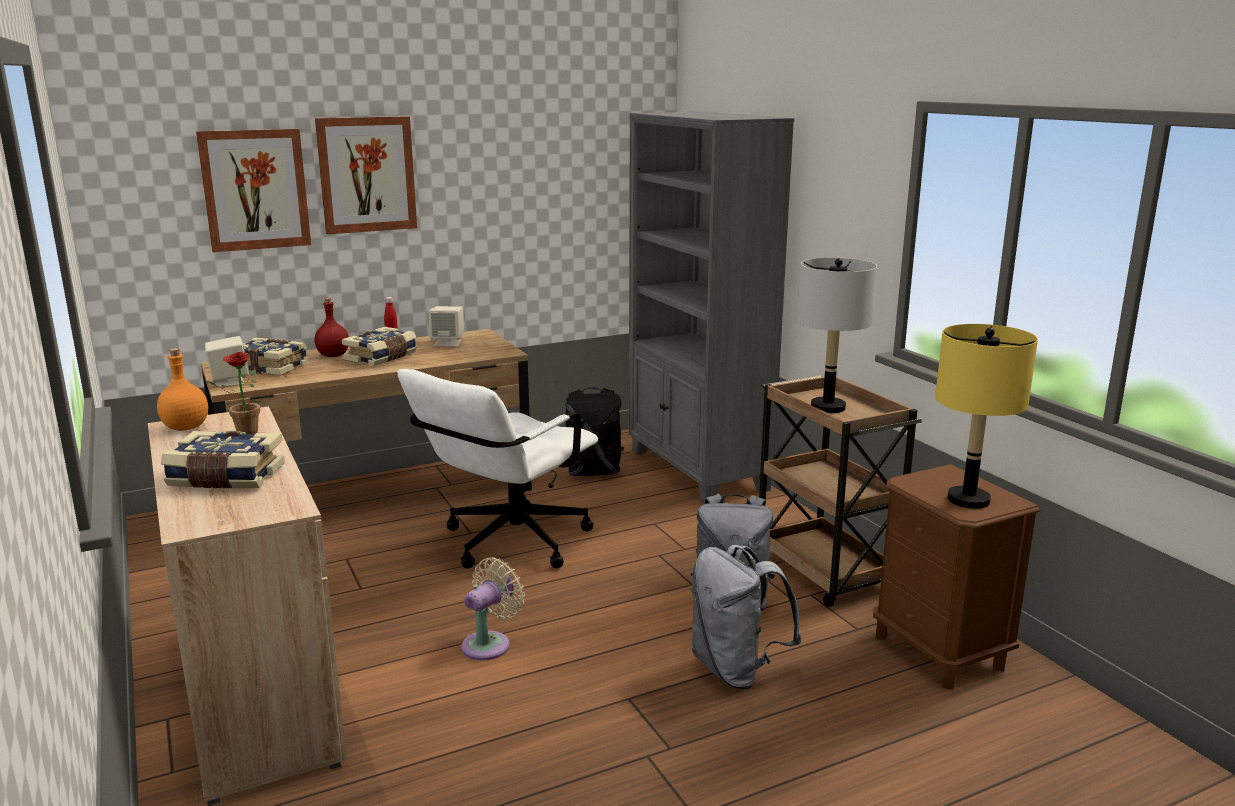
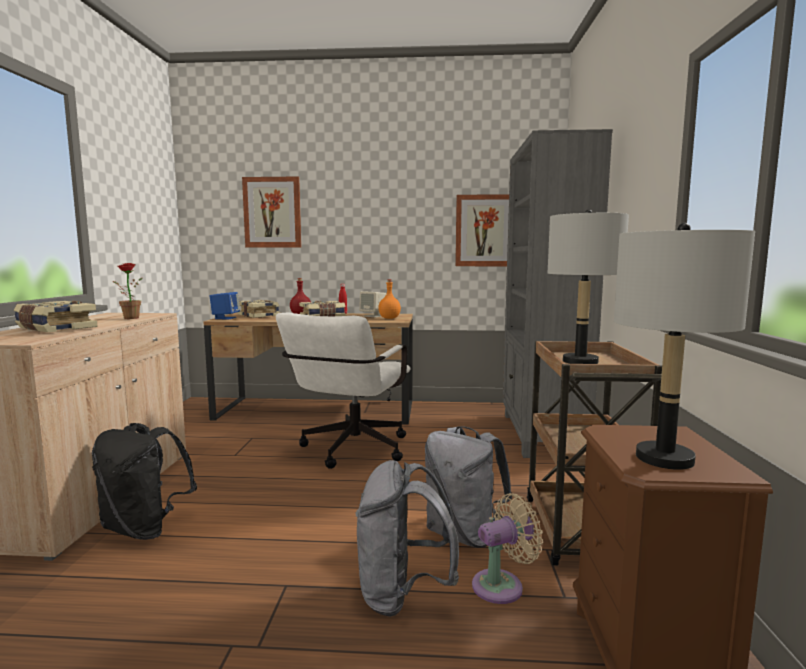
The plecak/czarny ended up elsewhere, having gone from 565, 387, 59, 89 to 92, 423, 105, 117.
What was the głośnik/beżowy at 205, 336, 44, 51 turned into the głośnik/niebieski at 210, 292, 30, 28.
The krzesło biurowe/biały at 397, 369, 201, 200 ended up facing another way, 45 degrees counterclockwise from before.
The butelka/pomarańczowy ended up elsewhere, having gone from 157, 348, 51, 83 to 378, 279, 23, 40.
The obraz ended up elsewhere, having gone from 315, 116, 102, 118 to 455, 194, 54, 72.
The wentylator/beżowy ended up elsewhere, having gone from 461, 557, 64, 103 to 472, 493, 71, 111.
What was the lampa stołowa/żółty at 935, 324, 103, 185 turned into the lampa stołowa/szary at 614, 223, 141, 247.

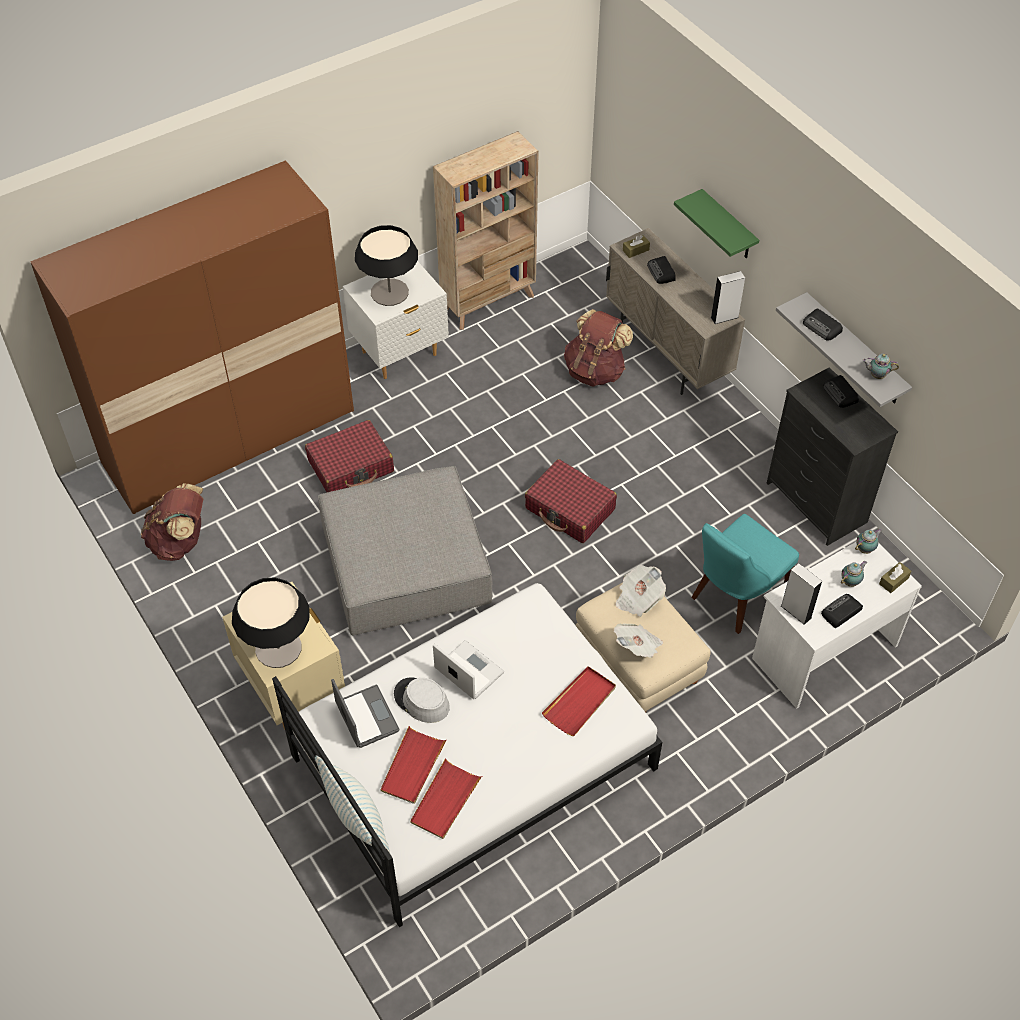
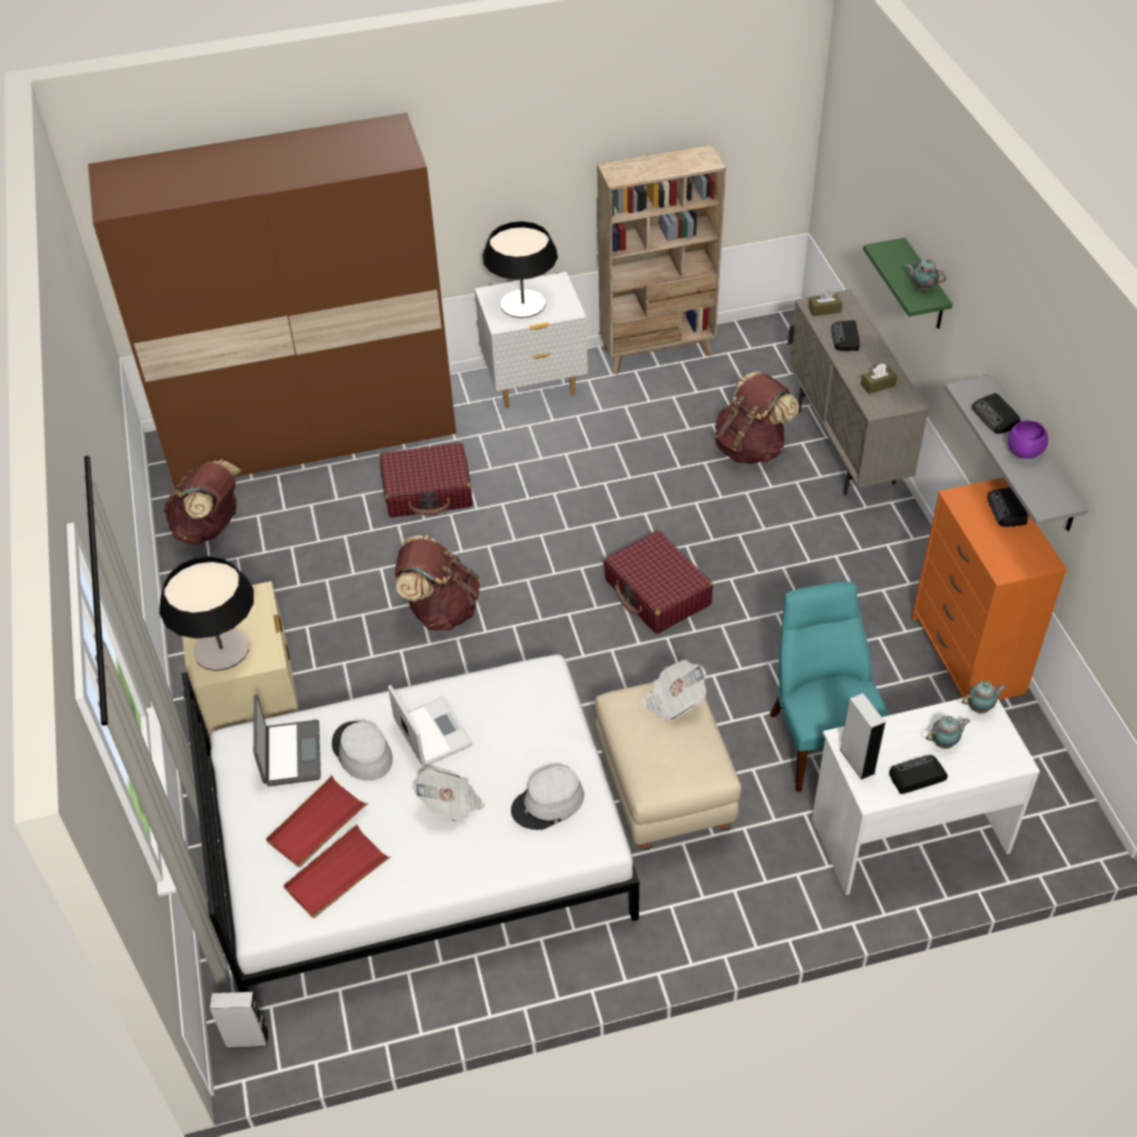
The głośnik/szary ended up elsewhere, having gone from 711, 271, 34, 53 to 210, 992, 59, 56.
Where the pufa/szary stood at 318, 466, 174, 169, the plecak/brązowy came to stand at 395, 535, 85, 96.
The gazeta ended up elsewhere, having gone from 614, 624, 49, 34 to 413, 768, 72, 53.
Where the taca/czerwony stood at 542, 666, 74, 70, the kapelusz/szary came to stand at 511, 766, 73, 64.
The krzesło/turkusowy at 691, 514, 108, 120 ended up facing another way, 105 degrees clockwise from before.
The pudełko chusteczek/brązowy ended up elsewhere, having gone from 879, 562, 33, 31 to 861, 364, 36, 30.
The imbryk ended up elsewhere, having gone from 862, 354, 37, 25 to 905, 258, 41, 33.
What was the komoda/czarny at 767, 367, 131, 179 turned into the komoda/pomarańczowy at 912, 477, 155, 223.
The second view gained the miska/fioletowy at 1008, 420, 40, 39.
The second view lost the poduszka at 315, 756, 75, 97.

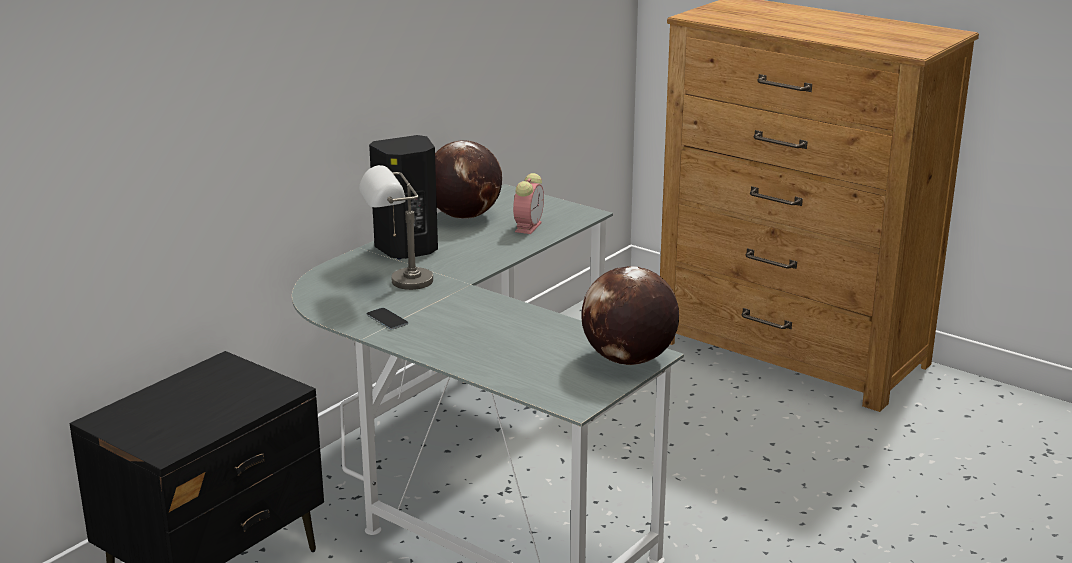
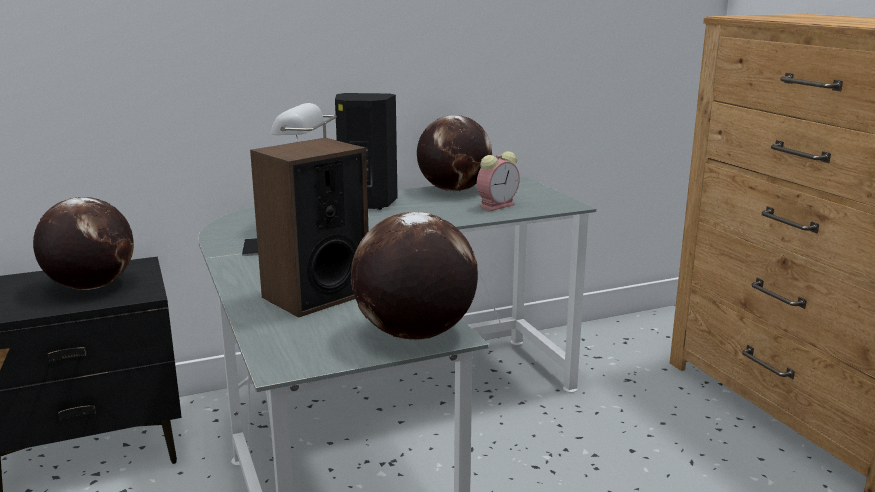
The second view gained the globus at 33, 197, 101, 93.
The second view gained the głośnik at 250, 138, 119, 180.

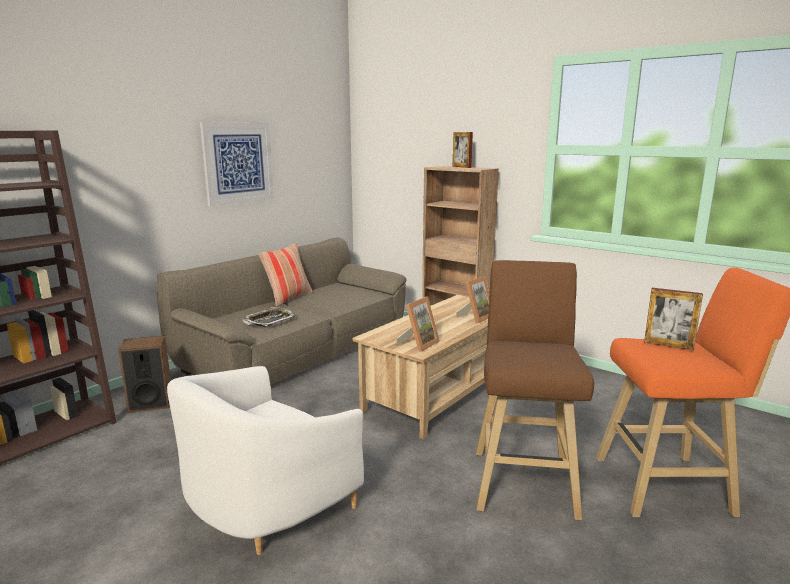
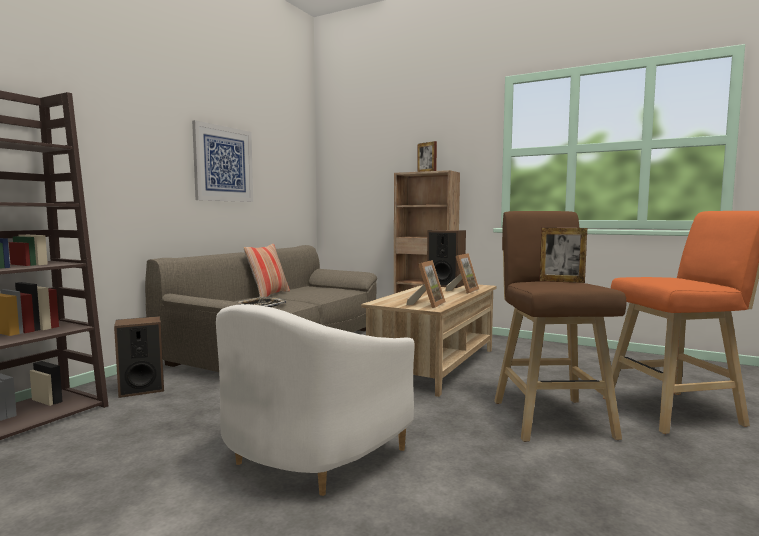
The second view gained the głośnik at 427, 230, 39, 58.
The ramka na zdjęcie ended up elsewhere, having gone from 644, 288, 59, 62 to 539, 228, 48, 55.

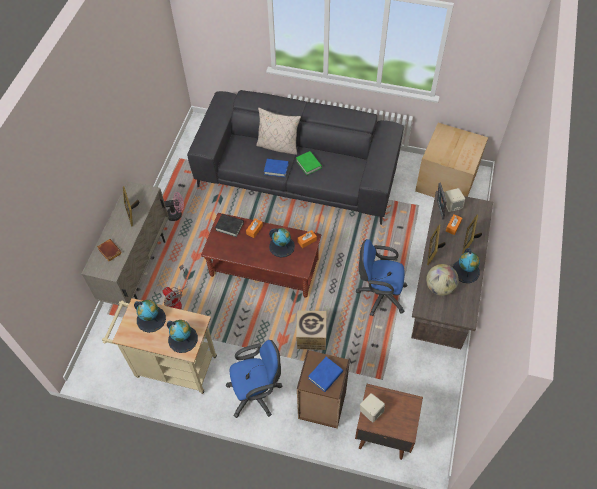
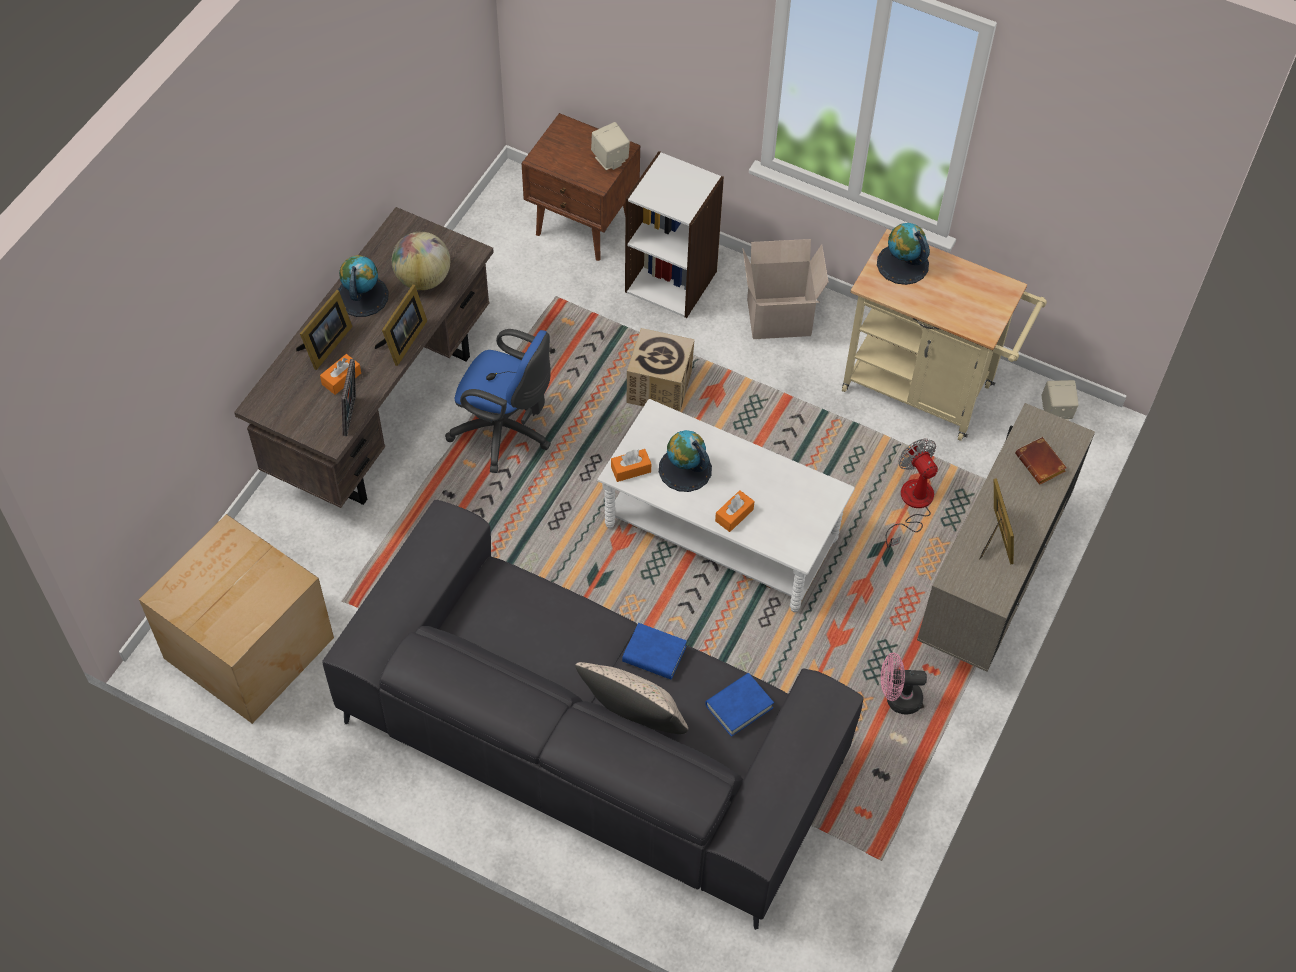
What was the ława/brązowy at 201, 213, 120, 85 turned into the ława/biały at 597, 399, 258, 213.
What was the regał/brązowy at 297, 350, 53, 79 turned into the regał/biały at 625, 151, 99, 167.
The książka/niebieski ended up elsewhere, having gone from 308, 357, 35, 35 to 705, 673, 69, 64.
Where the krzesło biurowe/niebieski stood at 226, 340, 56, 78, the karton came to stand at 743, 239, 85, 100.
The głośnik/beżowy ended up elsewhere, having gone from 445, 188, 20, 24 to 1041, 380, 38, 40.
The second view lost the globus at 134, 300, 32, 33.
The second view lost the książka/czarny at 215, 214, 29, 23.
The second view lost the książka/zielony at 296, 151, 26, 24.

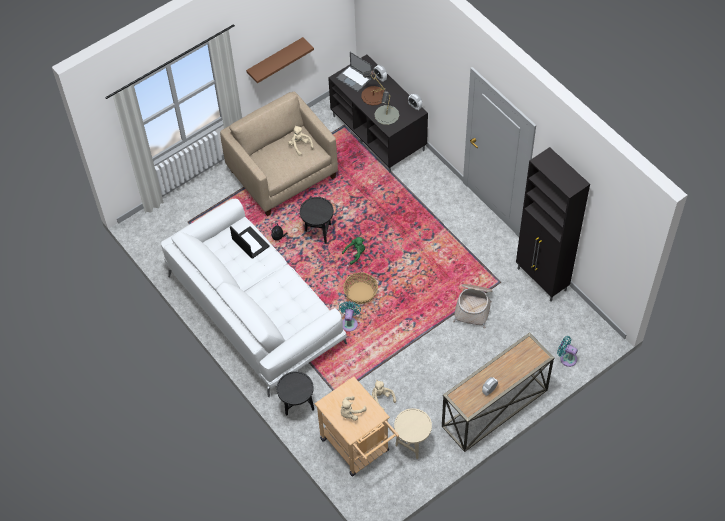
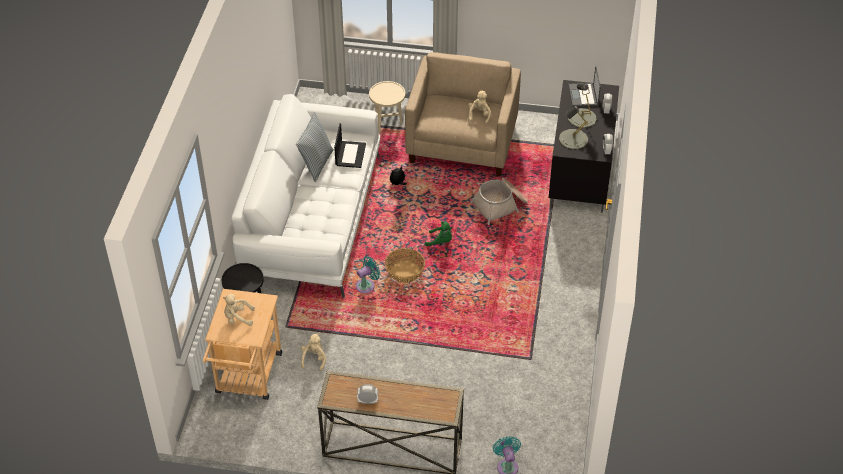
The second view gained the poduszka at 296, 112, 38, 70.
The stolik/beżowy ended up elsewhere, having gone from 394, 408, 38, 51 to 369, 81, 36, 52.
The koszyk ended up elsewhere, having gone from 453, 284, 39, 45 to 470, 177, 57, 48.
What was the lampa stołowa/brązowy at 361, 70, 24, 36 turned into the lampa stołowa/szary at 568, 83, 29, 45.
The second view lost the półka/brązowy at 246, 37, 68, 46.
The second view lost the stolik/czarny at 300, 197, 34, 46.
The second view lost the szafka/czarny at 516, 147, 74, 155.

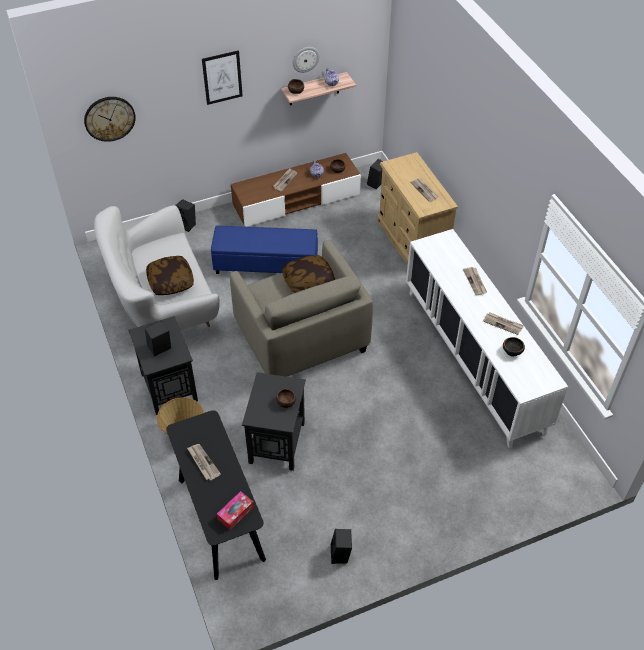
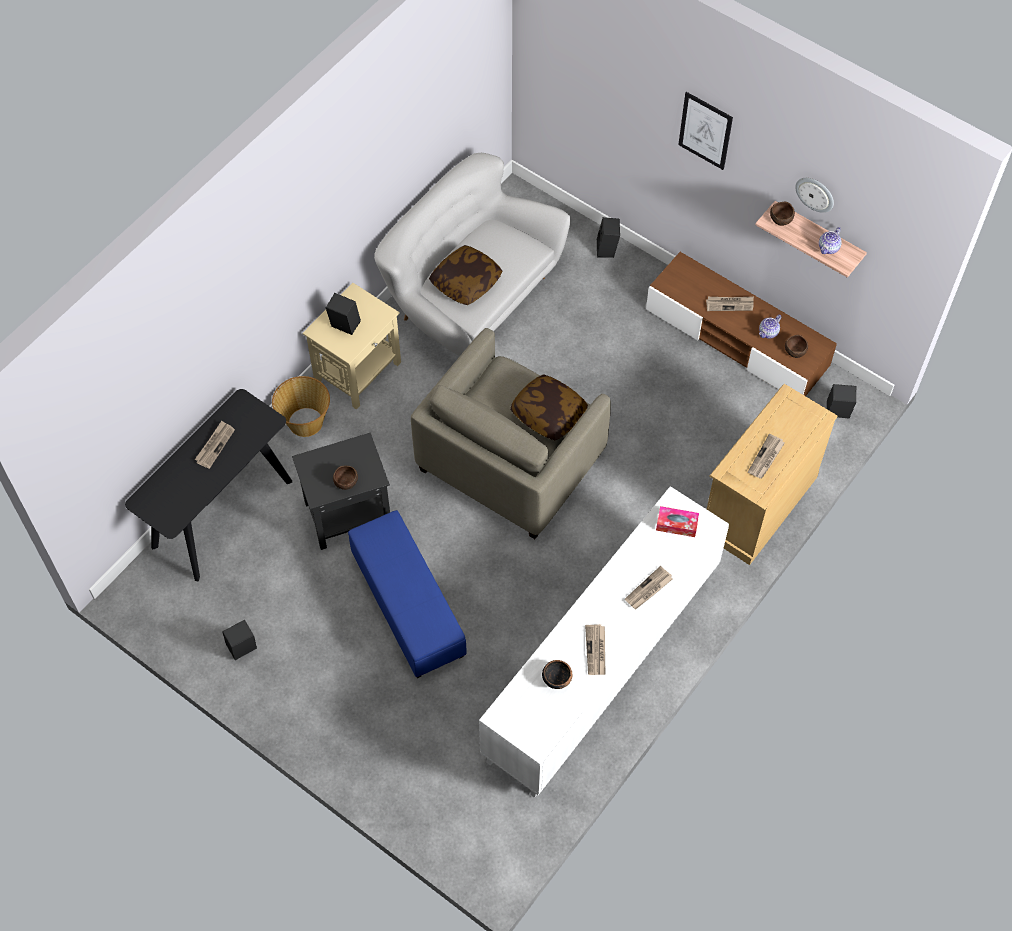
What was the stolik/czarny at 128, 316, 70, 99 turned into the stolik/beżowy at 302, 283, 99, 126.
The pufa/niebieski ended up elsewhere, having gone from 211, 225, 107, 49 to 348, 510, 119, 168.
The pudełko chusteczek ended up elsewhere, having gone from 217, 491, 37, 39 to 656, 506, 43, 31.
The second view lost the zegar ścienny at 84, 97, 52, 45.

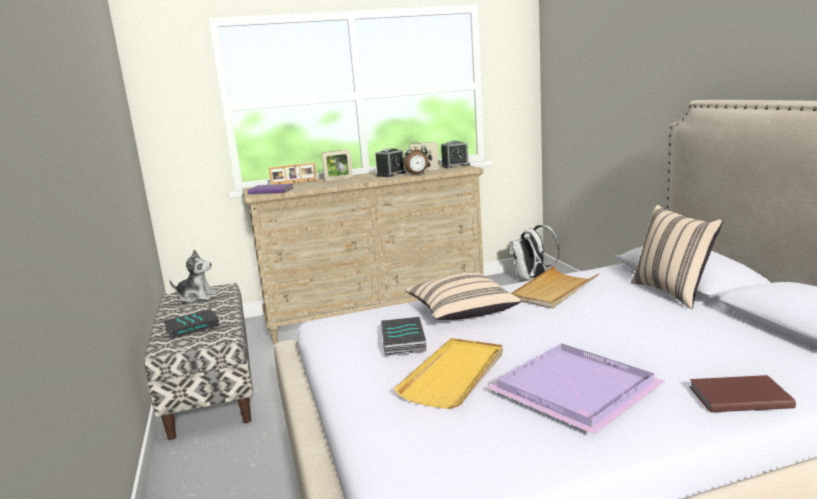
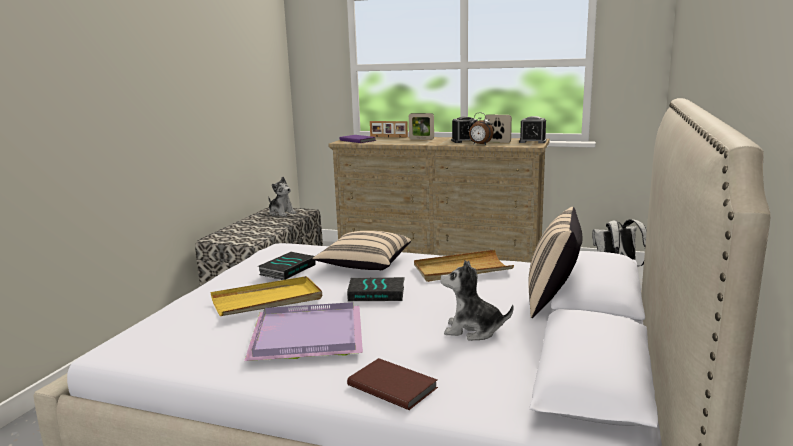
The książka ended up elsewhere, having gone from 163, 309, 56, 30 to 347, 277, 58, 24.
The second view gained the pluszak at 440, 260, 74, 81.

